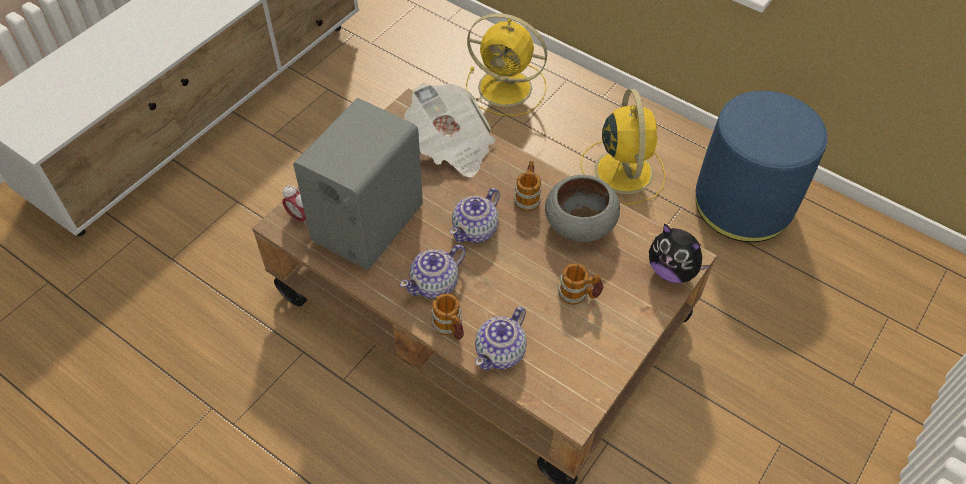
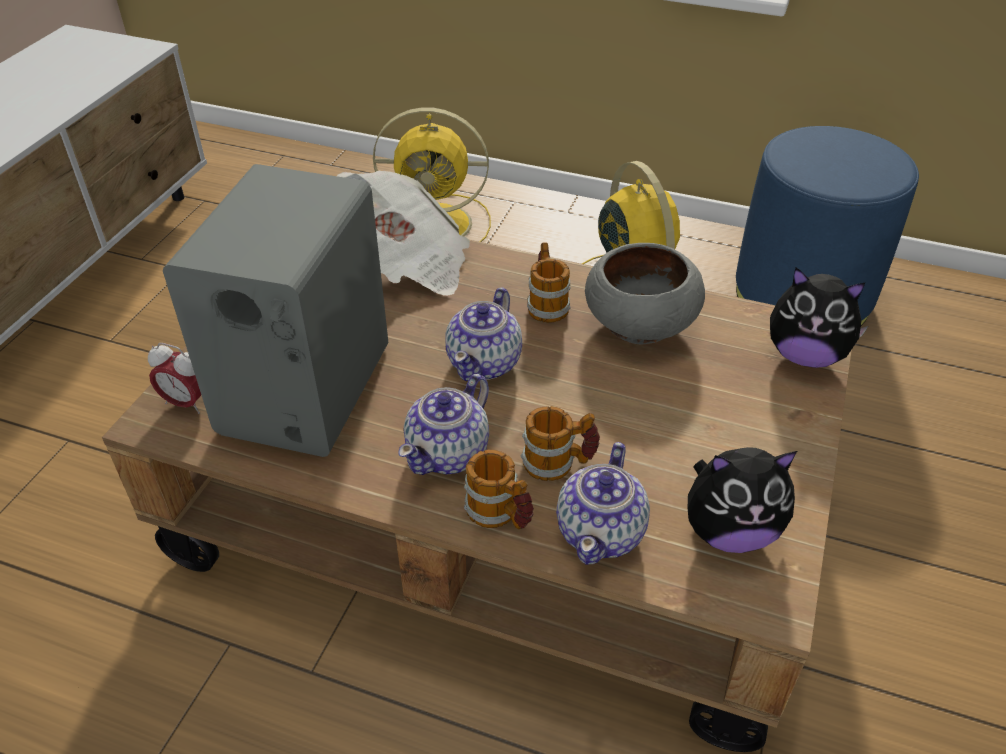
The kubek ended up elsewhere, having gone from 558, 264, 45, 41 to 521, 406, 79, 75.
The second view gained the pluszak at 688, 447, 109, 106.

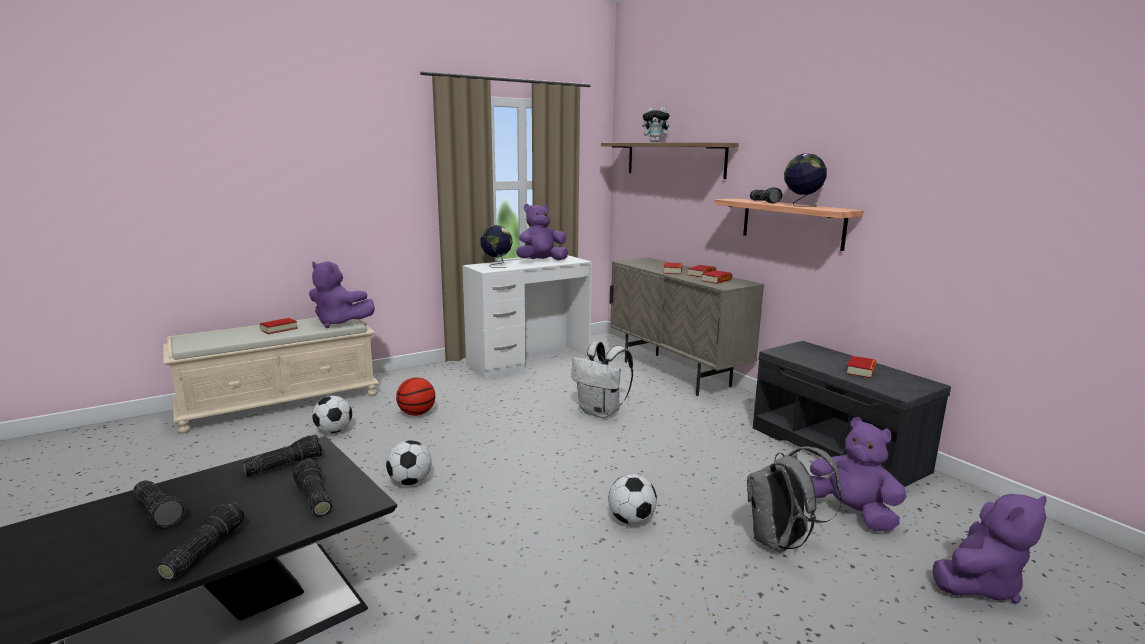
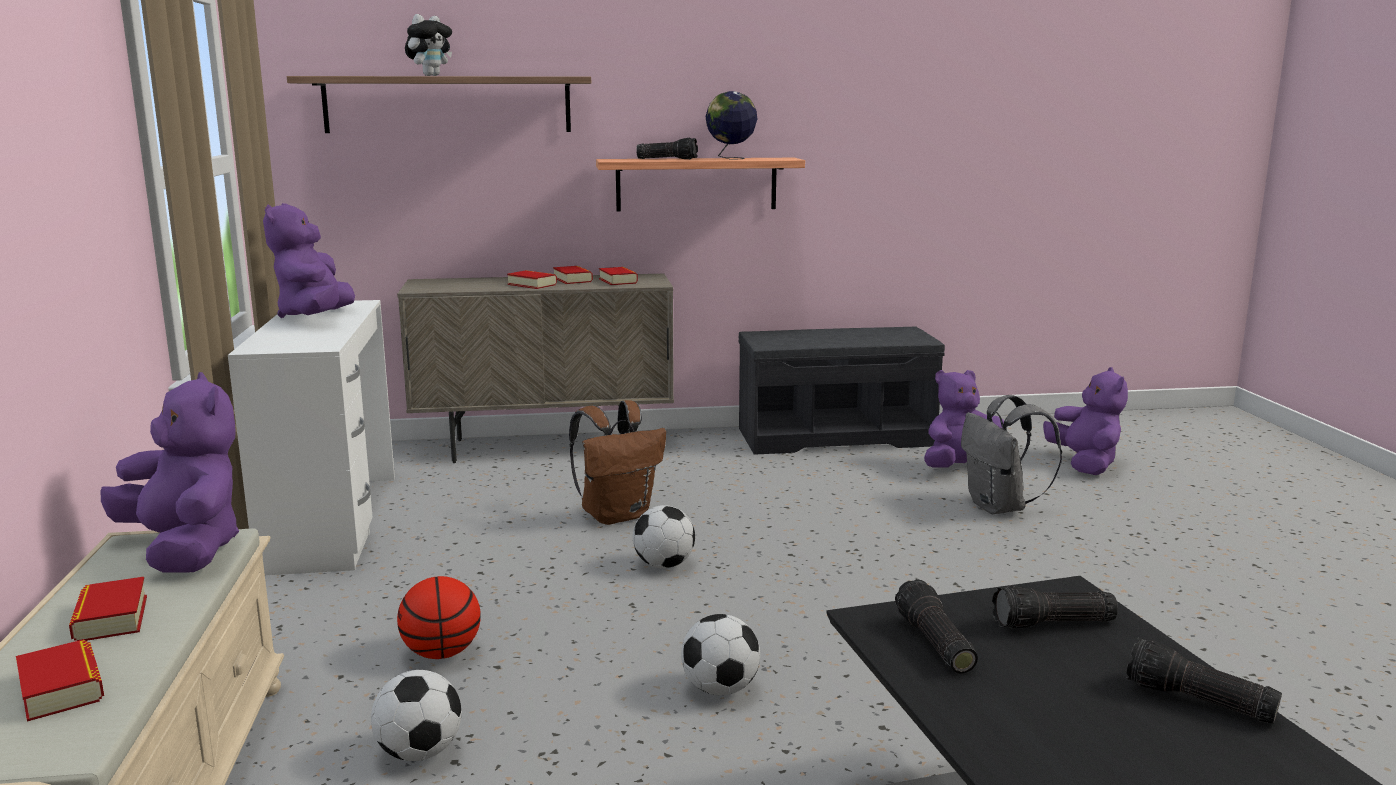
The książka ended up elsewhere, having gone from 846, 356, 31, 22 to 16, 639, 88, 83.
The pluszak/fioletowy at 309, 261, 66, 67 ended up facing another way, 90 degrees counterclockwise from before.
What was the plecak/biały at 571, 341, 62, 77 turned into the plecak/brązowy at 569, 400, 97, 125.
The piłka futbolowa ended up elsewhere, having gone from 608, 474, 49, 51 to 633, 505, 62, 63.
The second view lost the latarka at 133, 480, 52, 47.
The second view lost the globus at 480, 225, 33, 43.

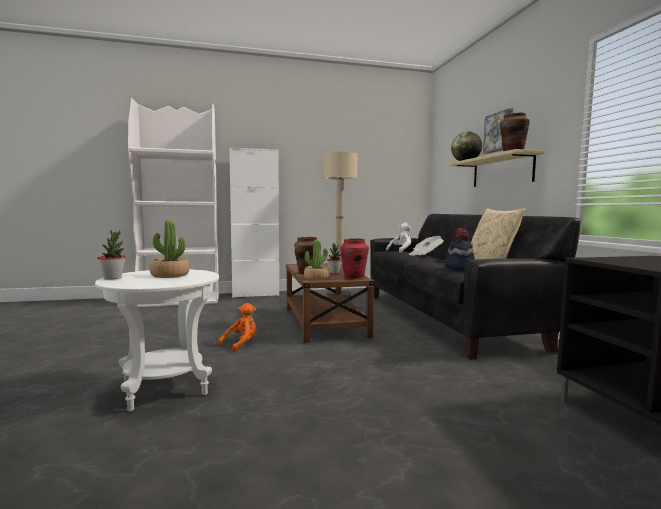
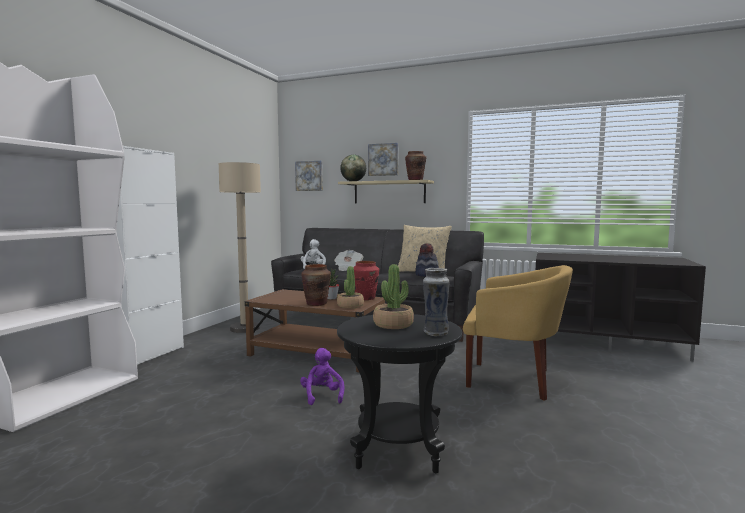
The second view gained the obraz at 295, 161, 28, 30.
What was the pluszak/pomarańczowy at 218, 303, 39, 49 turned into the pluszak/fioletowy at 300, 348, 45, 57.
What was the stolik/biały at 95, 269, 124, 143 turned into the stolik/czarny at 337, 314, 125, 159.
The second view gained the wazon at 423, 268, 27, 68.
The second view gained the fotel/żółty at 463, 265, 110, 136.
The second view lost the roślina doniczkowa at 97, 230, 29, 49.

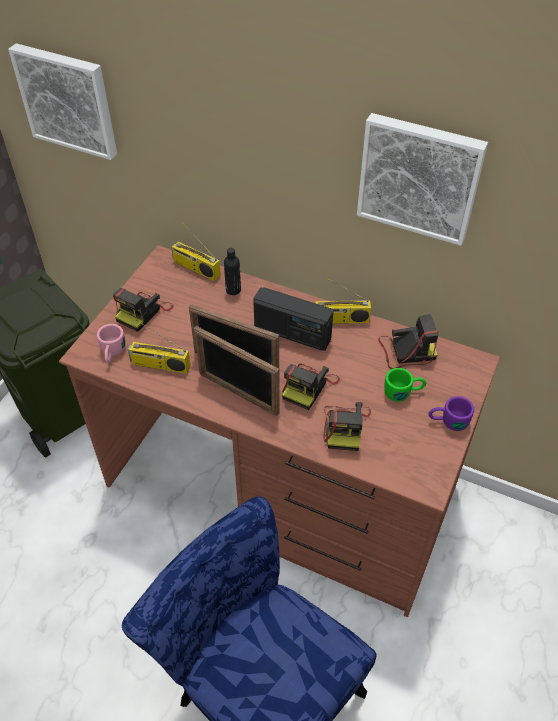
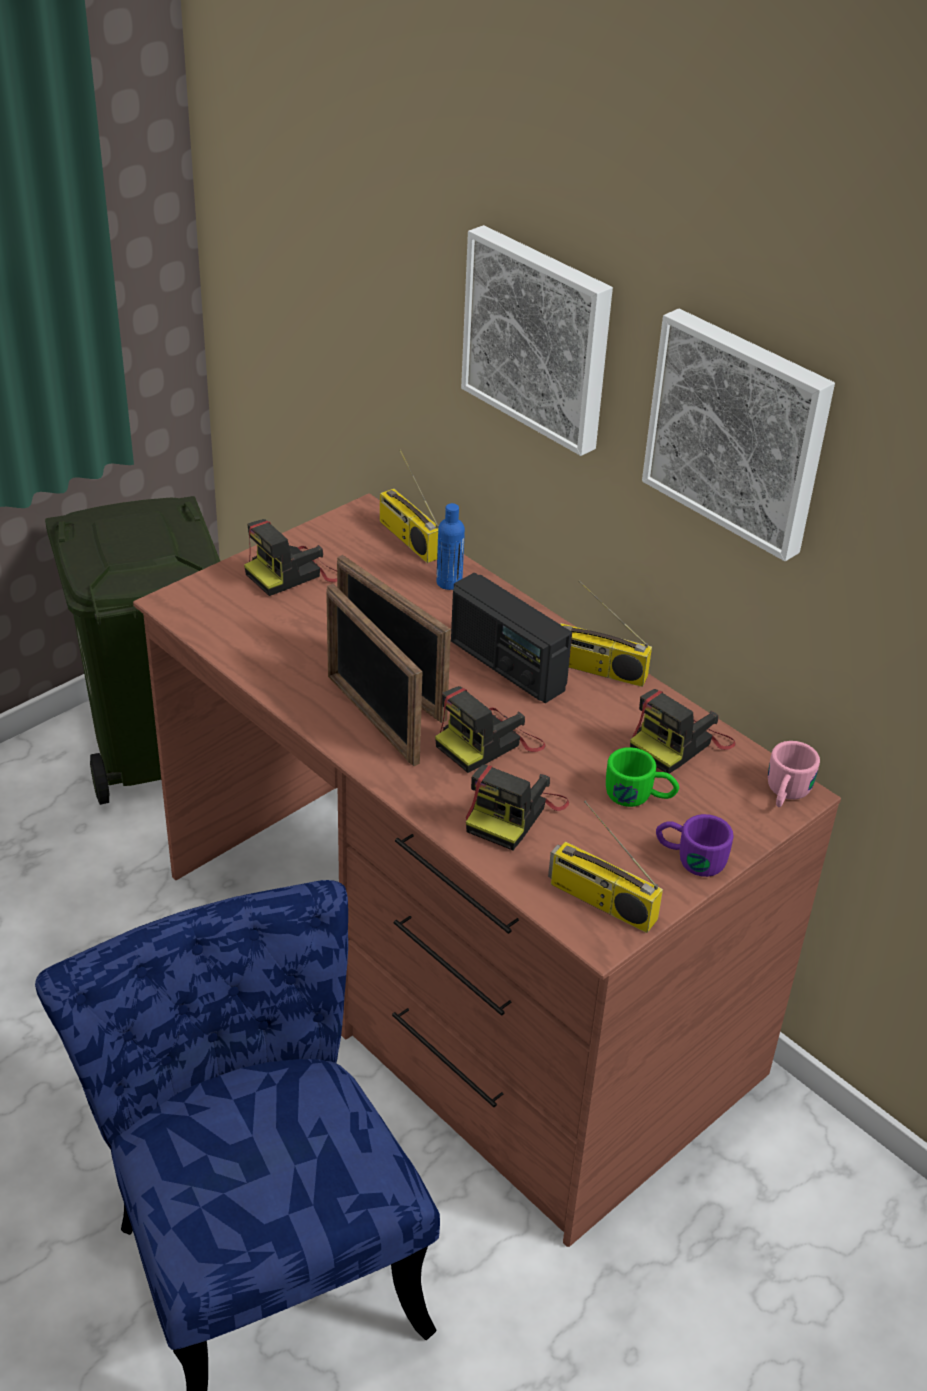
What was the butelka/czarny at 224, 248, 17, 47 turned into the butelka/niebieski at 437, 503, 28, 87.
The obraz ended up elsewhere, having gone from 8, 43, 109, 117 to 461, 225, 152, 231.
The radio ended up elsewhere, having gone from 128, 320, 63, 54 to 548, 801, 115, 132.
The aparat fotograficzny at 378, 314, 60, 55 ended up facing another way, 120 degrees clockwise from before.
The kubek/różowy ended up elsewhere, having gone from 97, 324, 28, 39 to 768, 741, 52, 66.

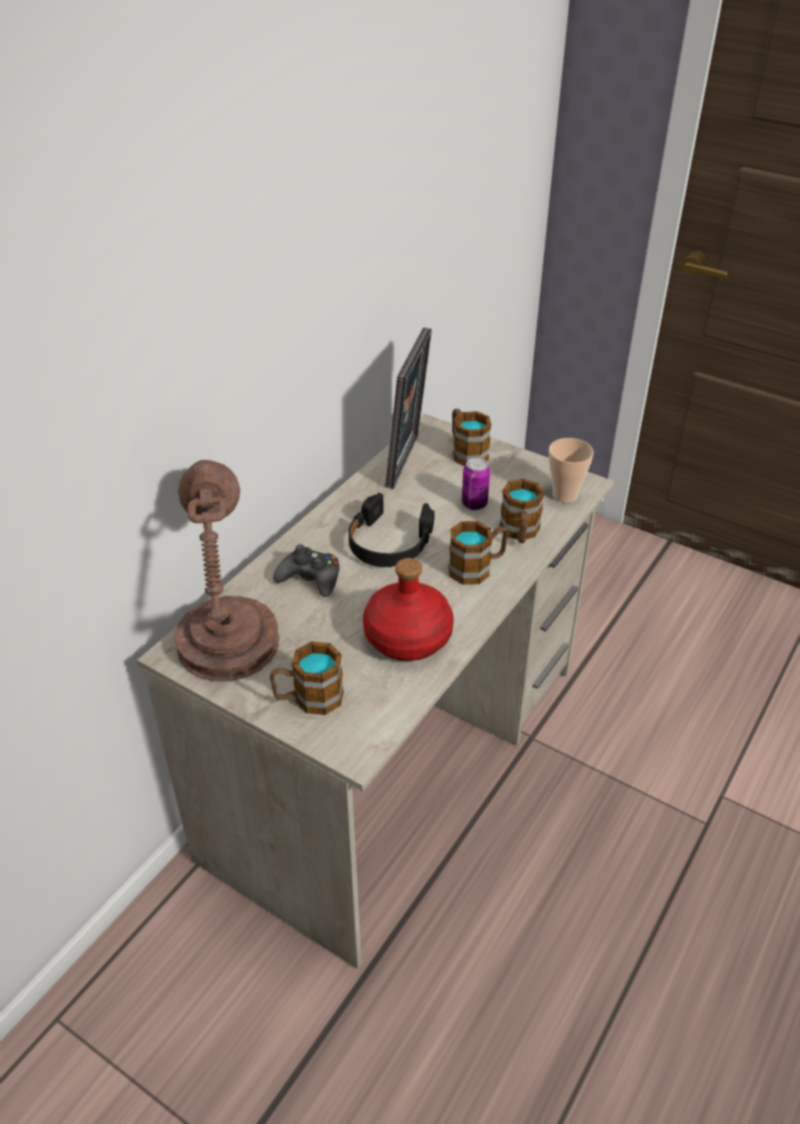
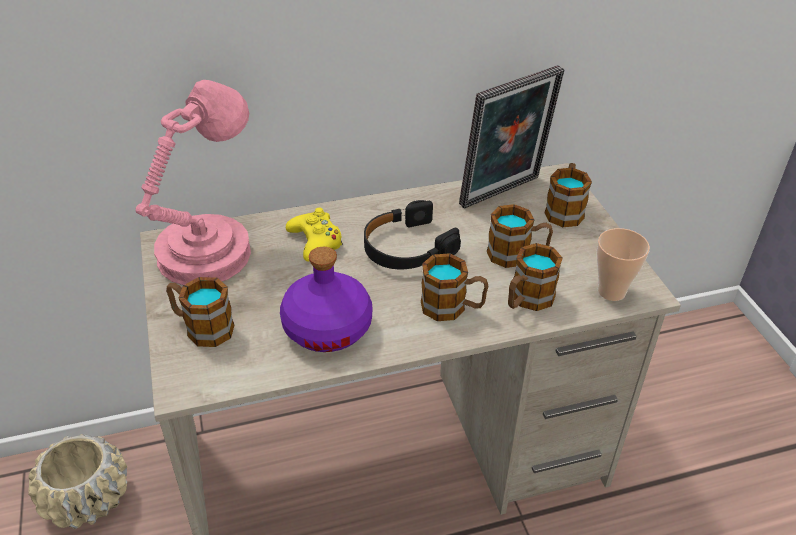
The second view gained the donica/beżowy at 28, 434, 99, 95.
What was the lampa stołowa/brązowy at 174, 460, 105, 221 turned into the lampa stołowa/różowy at 135, 80, 116, 205.
What was the butelka/czerwony at 363, 558, 91, 103 turned into the butelka/fioletowy at 280, 247, 93, 105.
What was the pad do gier/czarny at 273, 544, 66, 53 turned into the pad do gier/żółty at 286, 208, 57, 54.
Where the puszka stood at 462, 458, 28, 52, the kubek came to stand at 487, 204, 66, 64.

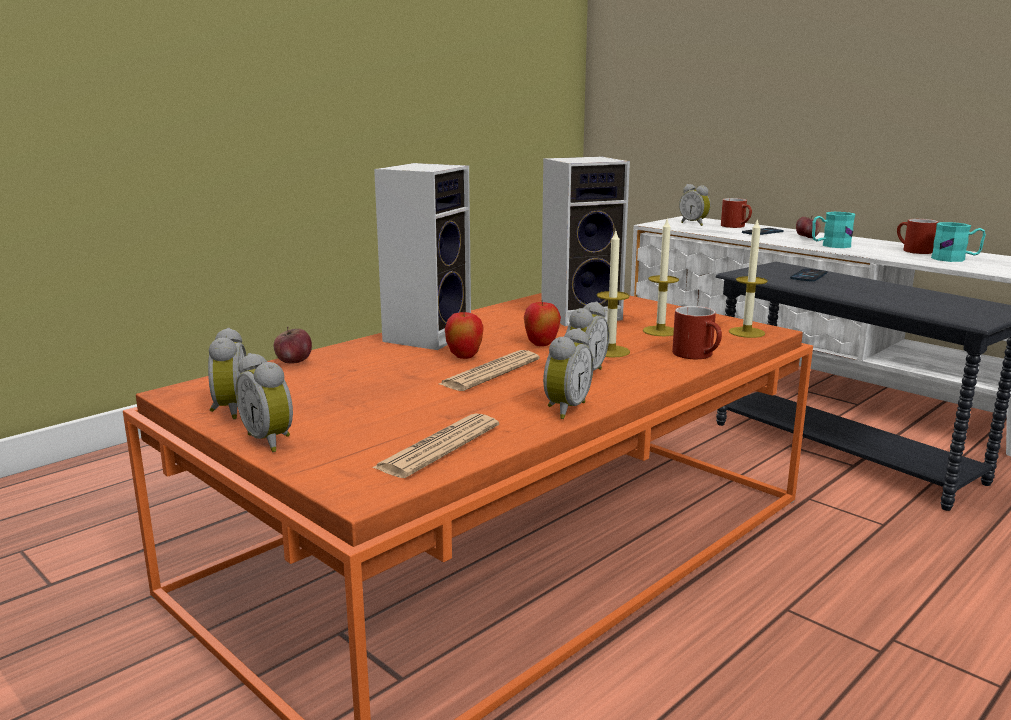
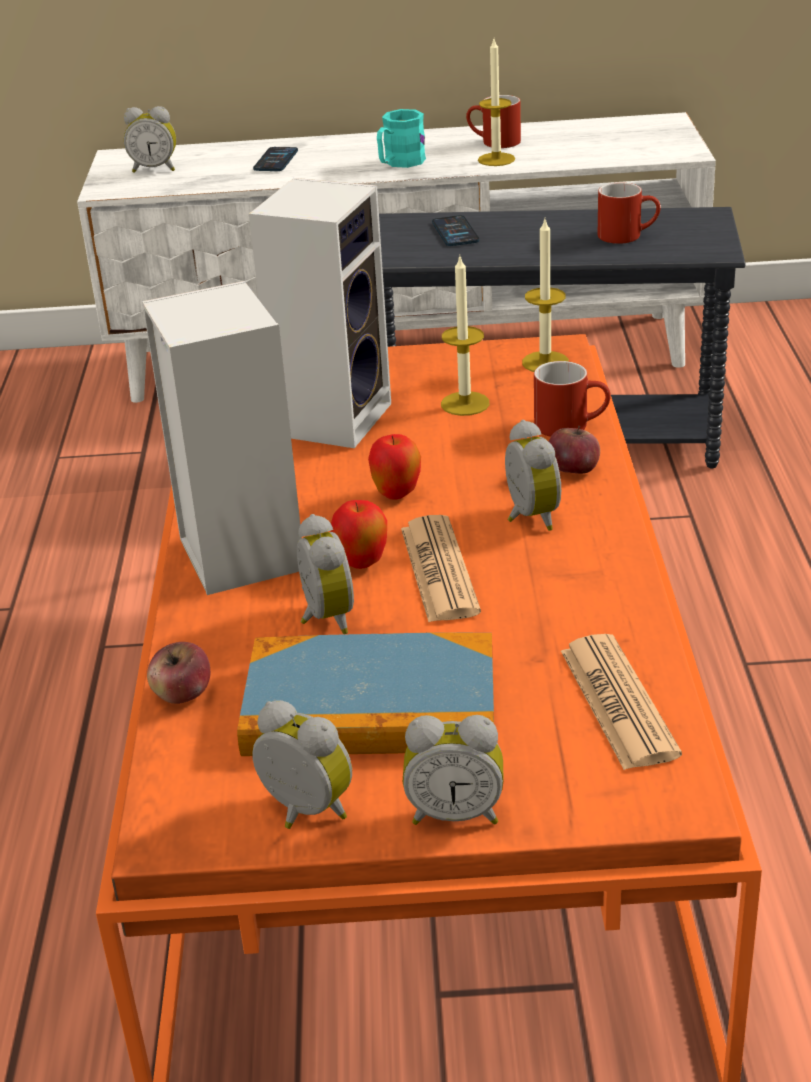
The second view gained the książka at 237, 633, 257, 123.
The budzik ended up elsewhere, having gone from 543, 328, 50, 91 to 297, 514, 57, 120.
The świeca ended up elsewhere, having gone from 597, 231, 33, 127 to 478, 39, 37, 127.
The jabłko ended up elsewhere, having gone from 796, 215, 25, 23 to 549, 426, 51, 48.
The kubek/czerwony ended up elsewhere, having gone from 721, 198, 31, 30 to 598, 182, 63, 62.
The second view lost the kubek/turkusowy at 931, 222, 55, 40.

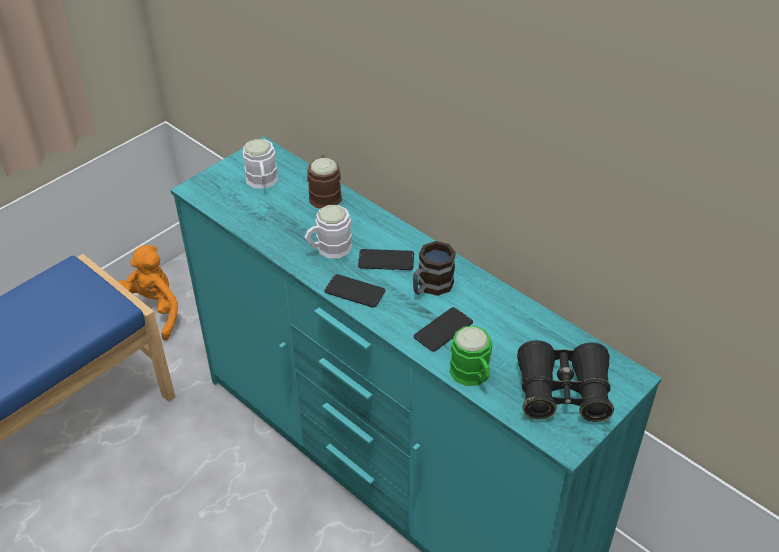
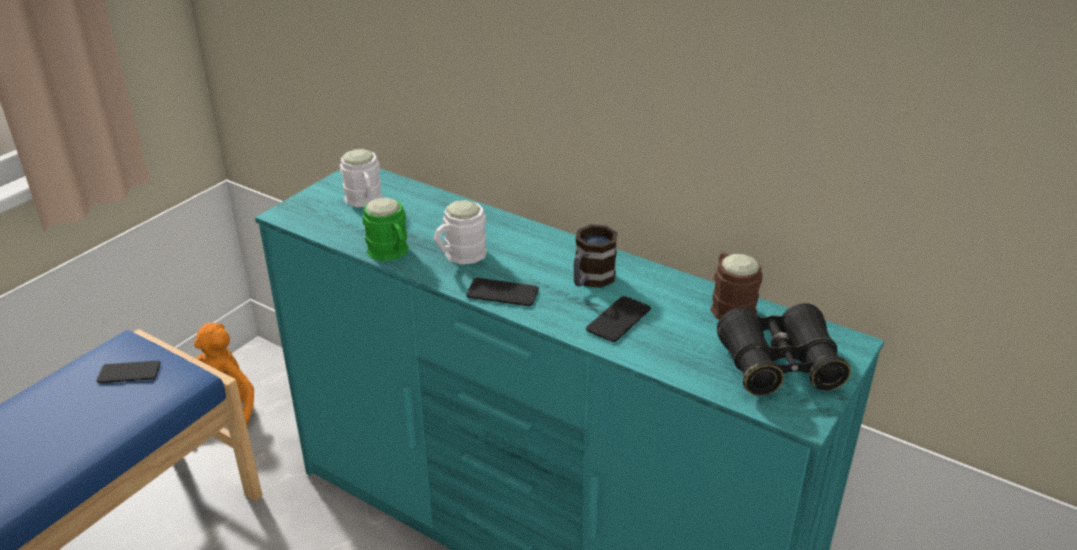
The telefon ended up elsewhere, having gone from 358, 249, 56, 21 to 97, 361, 64, 22.
The kubek/zielony ended up elsewhere, having gone from 449, 326, 43, 60 to 363, 198, 46, 63.
The kubek/brązowy ended up elsewhere, having gone from 307, 155, 35, 54 to 710, 252, 53, 68.

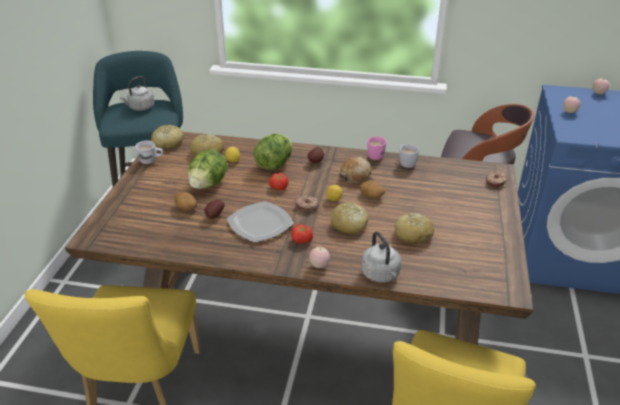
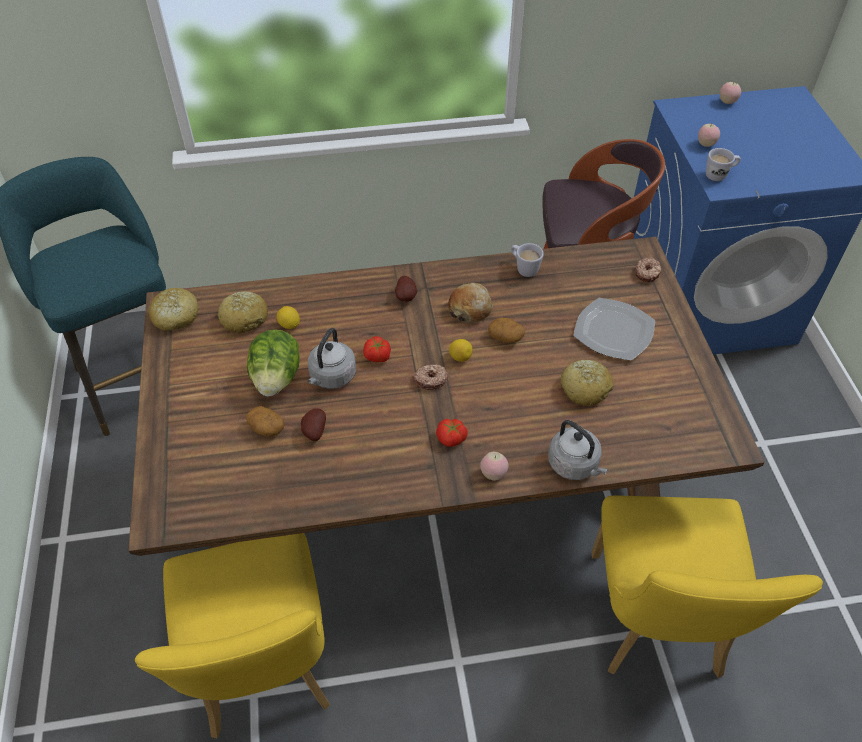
The czajnik/szary ended up elsewhere, having gone from 120, 76, 35, 35 to 308, 328, 48, 61.
The talerz ended up elsewhere, having gone from 227, 201, 67, 42 to 574, 298, 81, 63.
The kubek/biały ended up elsewhere, having gone from 135, 140, 28, 24 to 706, 148, 35, 33.
The second view lost the sałata at 253, 134, 39, 36.
The second view lost the chleb at 331, 202, 38, 32.
The second view lost the kubek/różowy at 367, 137, 19, 23.

